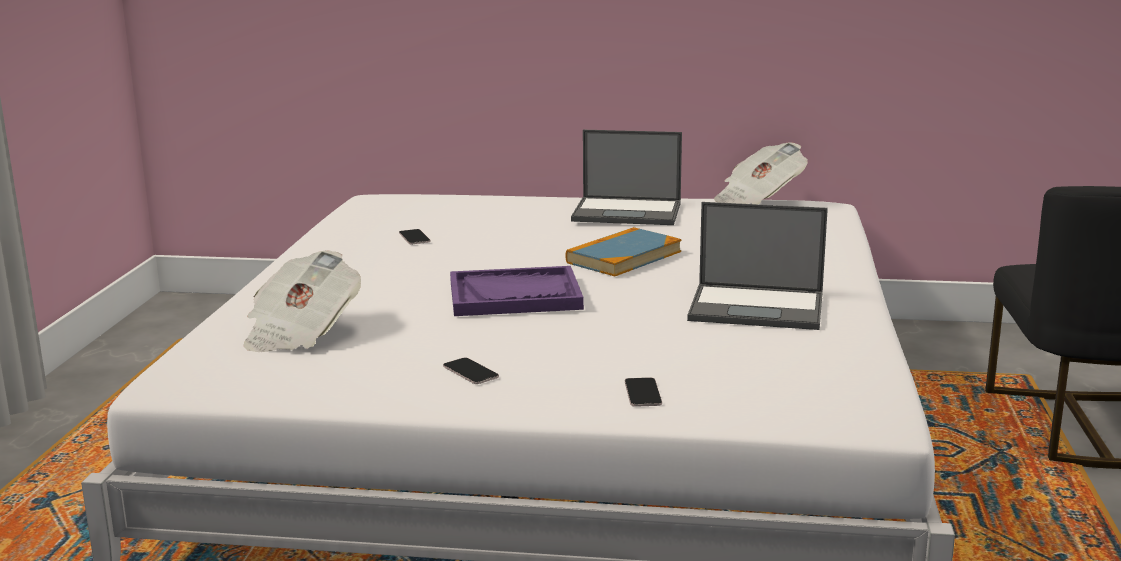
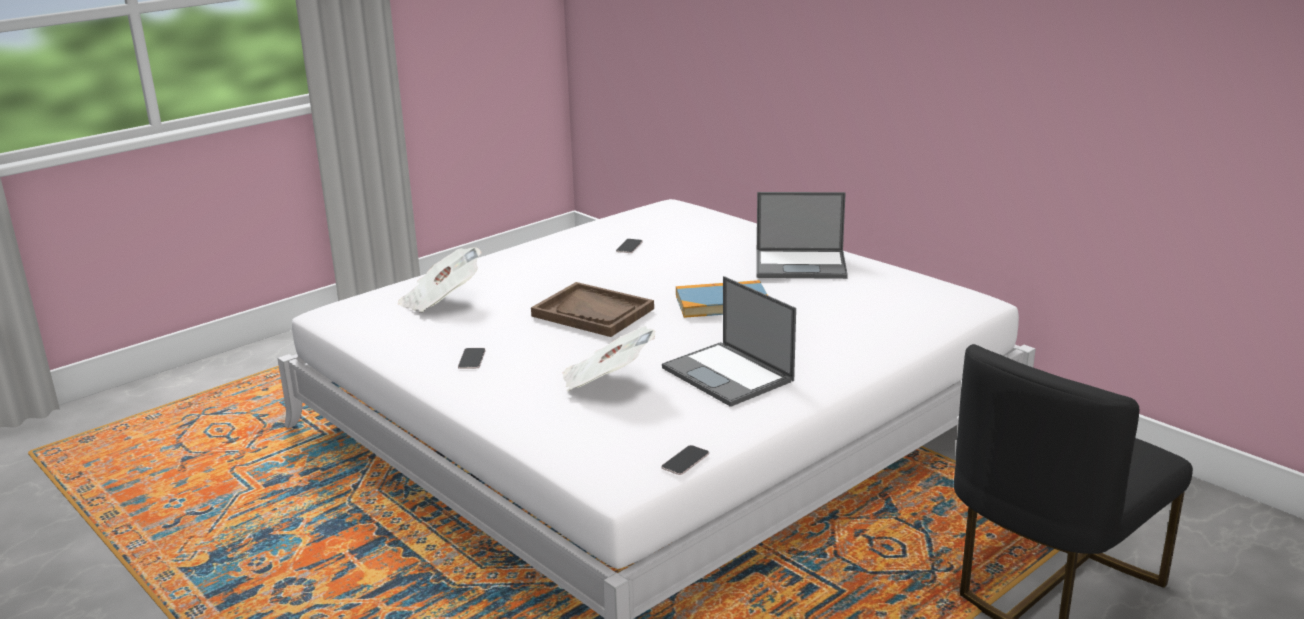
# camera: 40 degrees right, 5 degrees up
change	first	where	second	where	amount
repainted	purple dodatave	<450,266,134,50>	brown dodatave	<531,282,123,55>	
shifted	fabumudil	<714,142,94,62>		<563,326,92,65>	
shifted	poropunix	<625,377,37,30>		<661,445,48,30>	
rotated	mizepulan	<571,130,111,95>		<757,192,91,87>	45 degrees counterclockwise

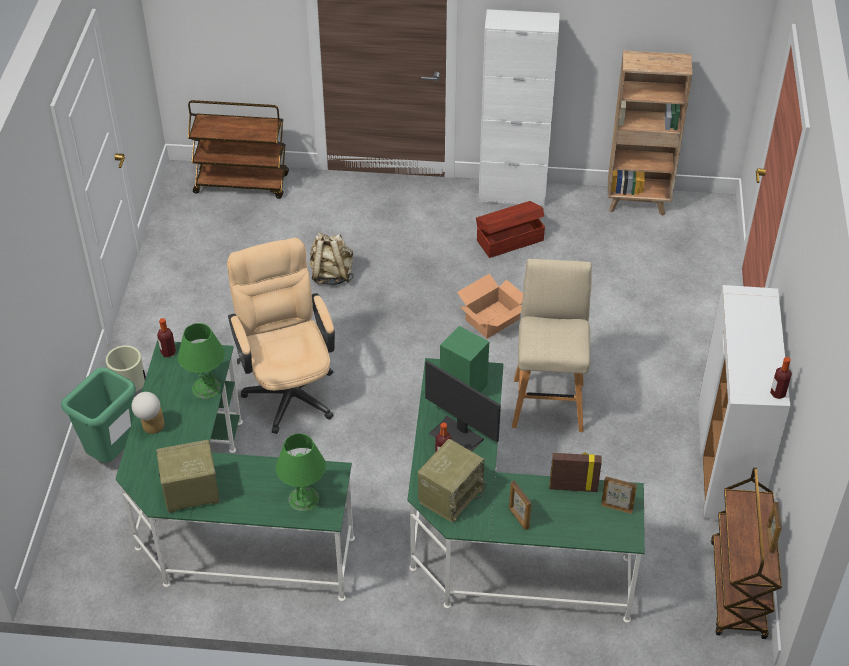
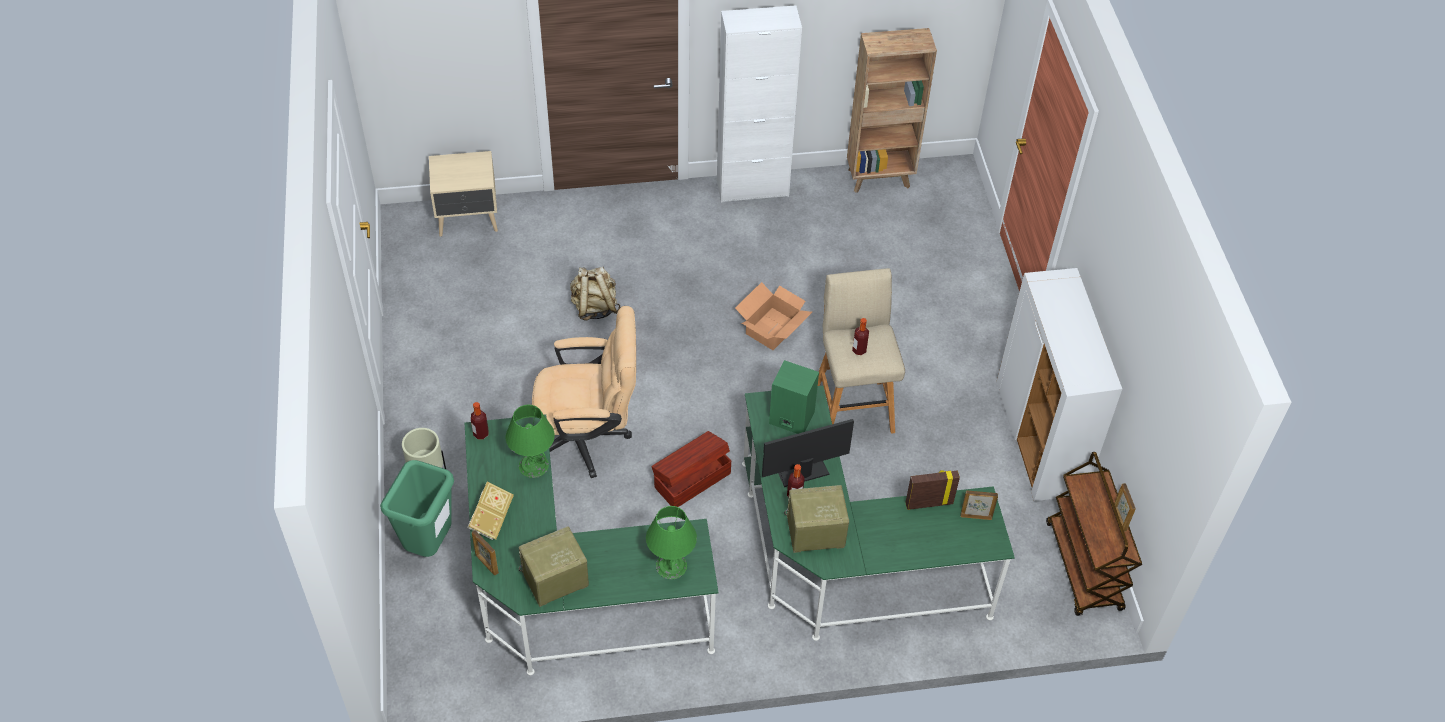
# camera: 15 degrees left, 5 degrees up
change	first	where	second	where	amount
swapped	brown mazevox	<188,100,101,99>	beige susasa	<429,151,69,86>	
swapped	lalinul	<132,392,33,42>	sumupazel	<467,482,47,58>	
shifted	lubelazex	<509,480,22,50>		<472,530,27,45>	
rotated	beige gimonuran	<227,238,108,196>		<532,306,104,172>	120 degrees clockwise
shifted	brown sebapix	<476,201,69,57>		<651,431,80,76>	
rotated	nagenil	<425,361,76,90>		<762,419,92,68>	135 degrees clockwise
rotated	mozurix	<418,439,68,84>		<784,485,65,68>	120 degrees counterclockwise
shifted	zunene	<770,357,22,42>		<852,318,17,37>	

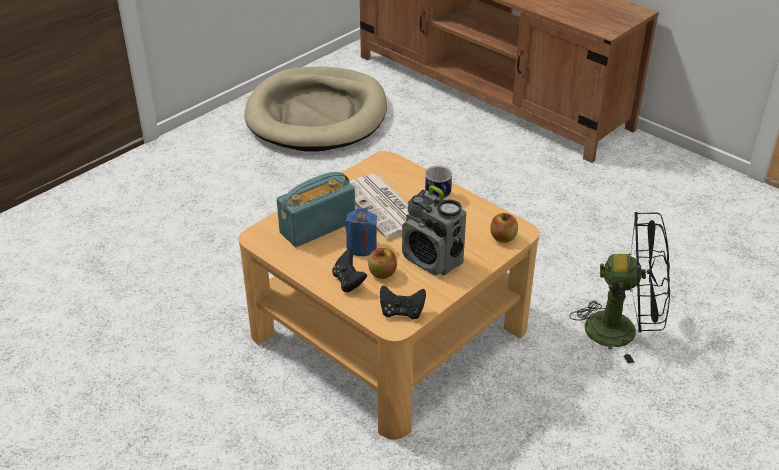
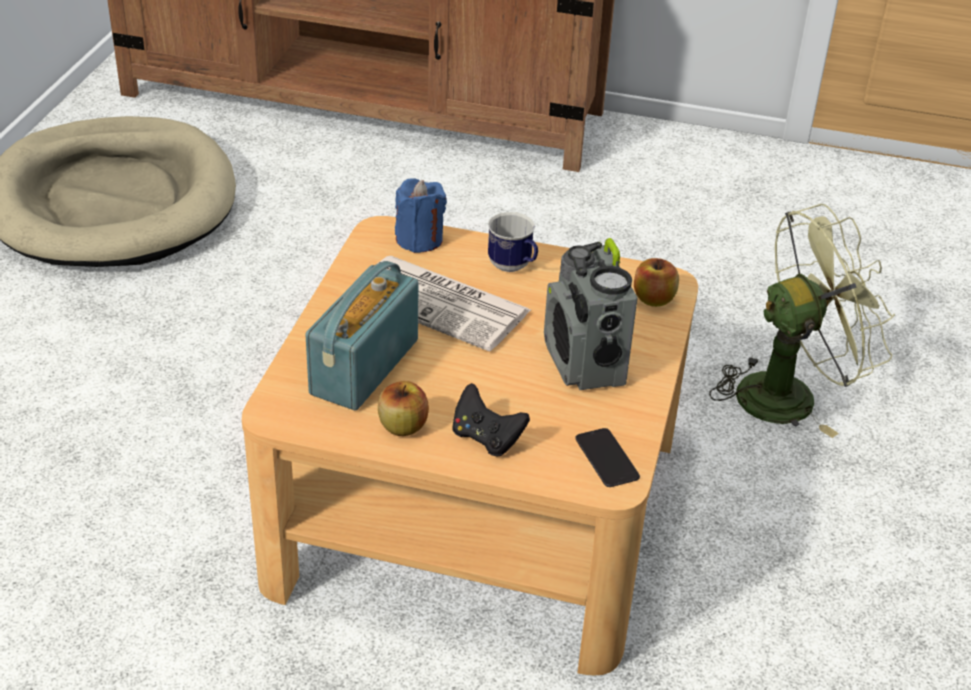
# camera: 30 degrees left, 0 degrees up
change	first	where	second	where	amount
shifted	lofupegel	<368,248,29,31>		<378,381,51,55>	
shifted	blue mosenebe	<345,208,32,48>		<395,178,52,75>	
rotated	mozurix	<402,185,64,91>		<544,238,94,152>	60 degrees clockwise
swapped	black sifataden	<380,285,46,34>	poropunix	<575,428,65,59>	
repainted	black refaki	<570,212,100,152>	green refaki	<709,204,186,234>	

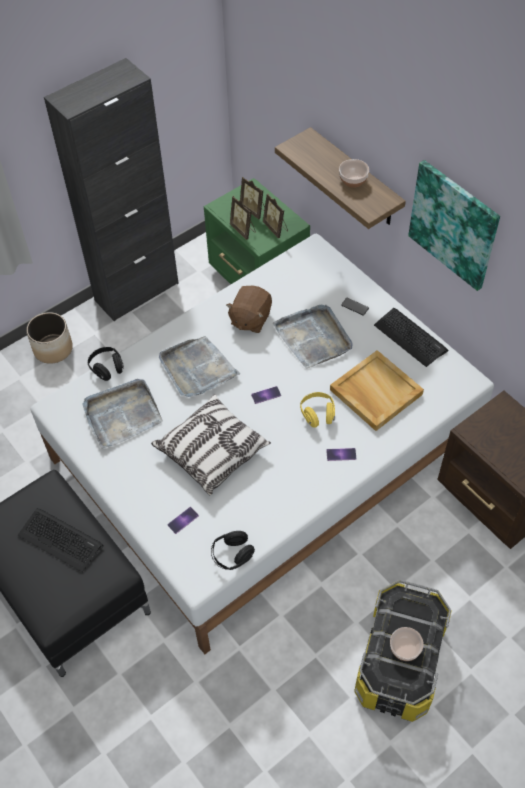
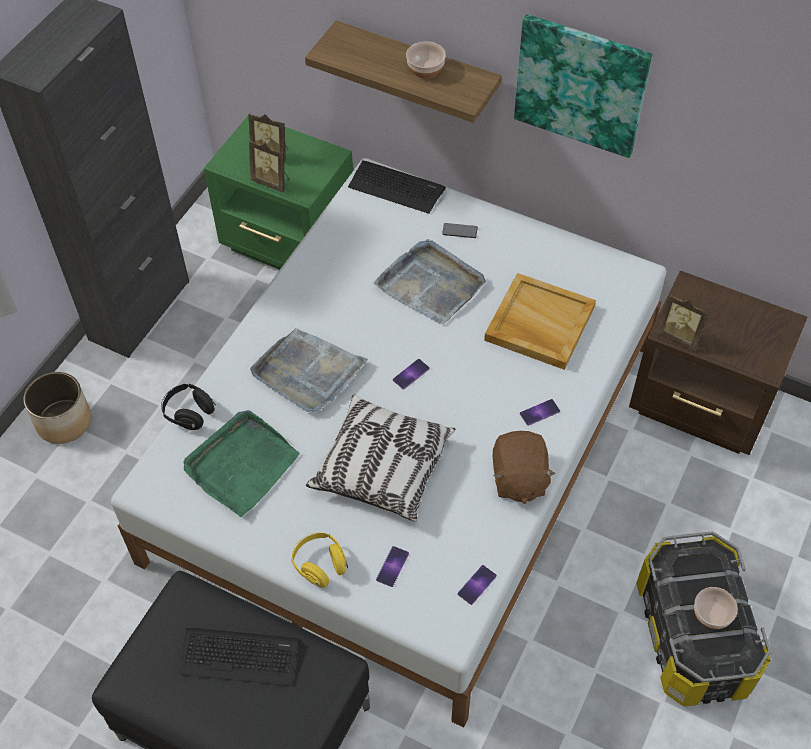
# camera: 25 degrees left, 0 degrees up
change	first	where	second	where	amount
repainted	grey dodatave	<82,379,81,70>	green dodatave	<184,410,116,107>	
shifted	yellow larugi	<300,392,35,35>		<292,533,56,55>	
shifted	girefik	<374,308,74,59>		<348,160,98,54>	
swapped	black larugi	<211,531,44,39>	poropunix	<457,565,40,40>	
shifted	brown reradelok	<226,285,46,48>		<493,431,62,73>	
shifted	lubelazex	<263,193,25,45>		<656,294,54,57>	

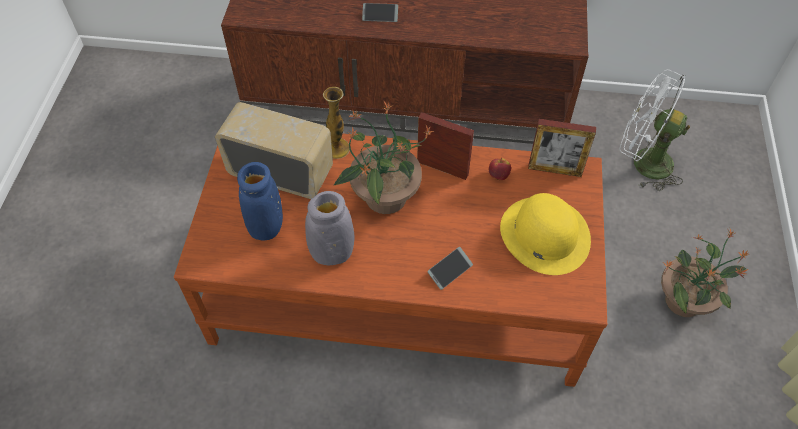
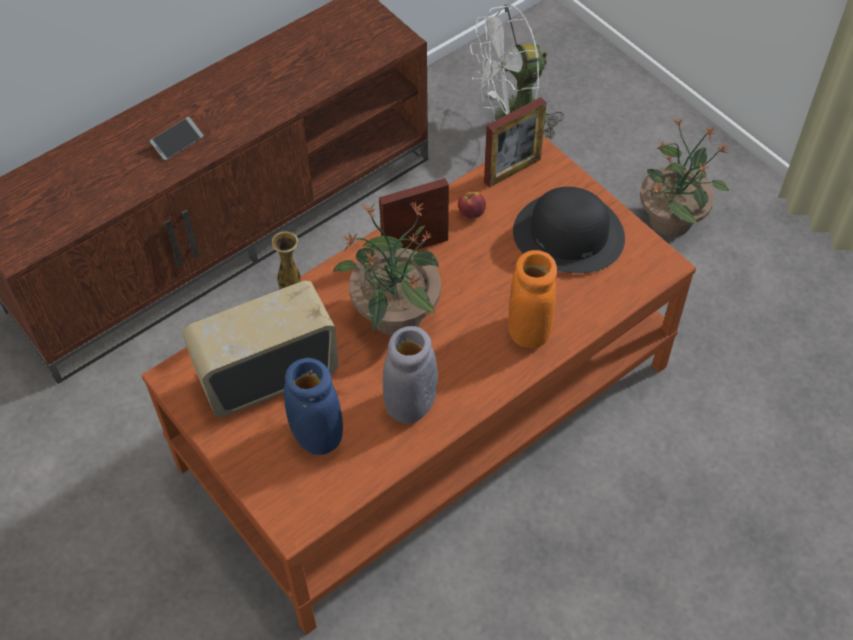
# camera: 45 degrees left, 0 degrees up
change	first	where	second	where	amount
swapped	poropunix	<427,247,46,43>	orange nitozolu	<508,250,49,98>	
repainted	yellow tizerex	<500,193,91,82>	black tizerex	<513,187,112,86>	

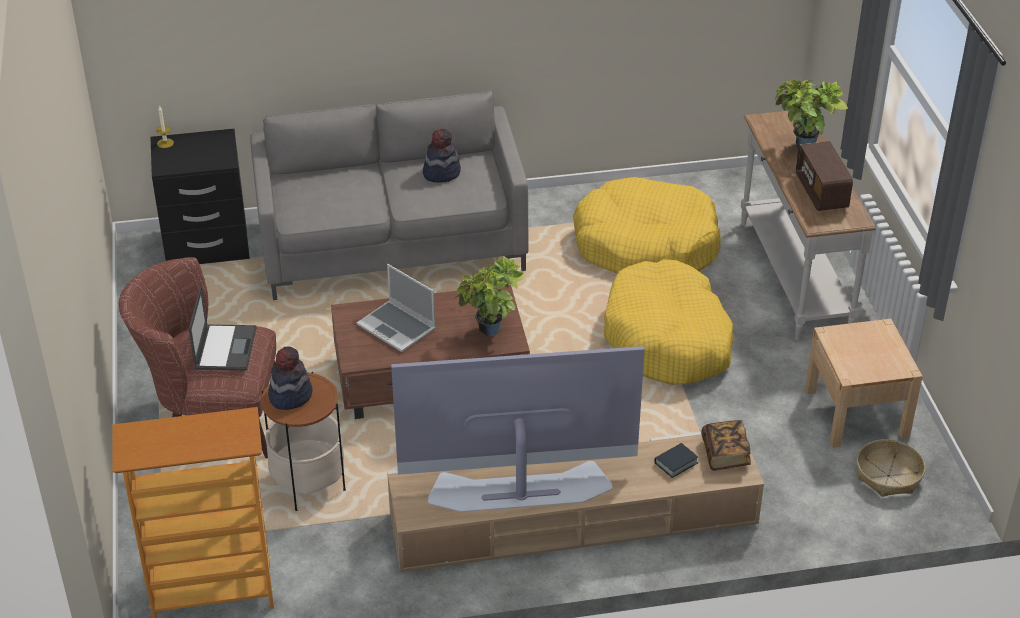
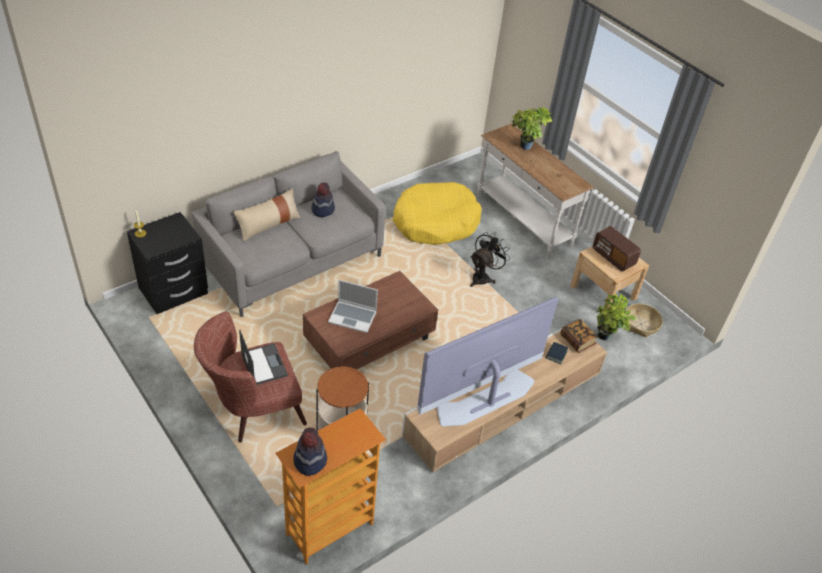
# camera: 30 degrees left, 5 degrees up
change	first	where	second	where	amount
new			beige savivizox	<233,188,68,53>	
shifted	tizerex	<268,347,45,63>		<293,427,34,49>	
swapped	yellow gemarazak	<604,259,130,126>	black refaki	<470,232,40,55>	
shifted	mozurix	<796,141,57,70>		<593,226,48,45>	
shifted	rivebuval	<455,256,70,81>		<597,293,40,47>	

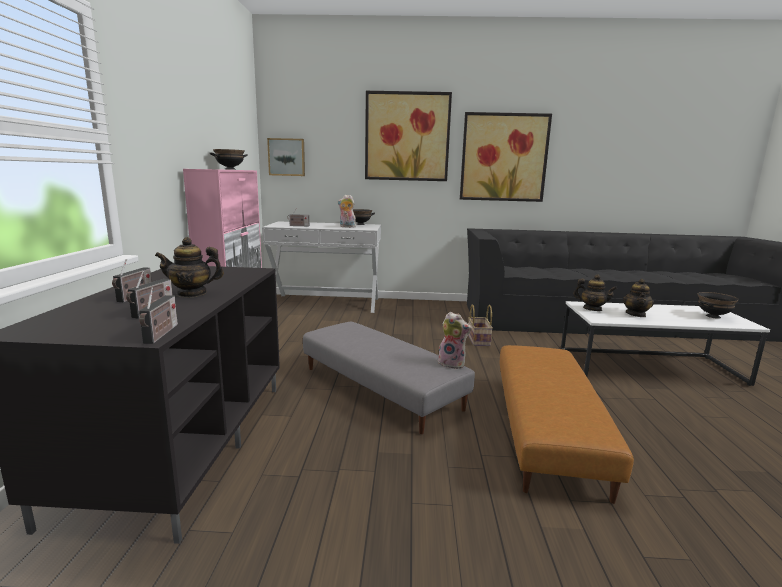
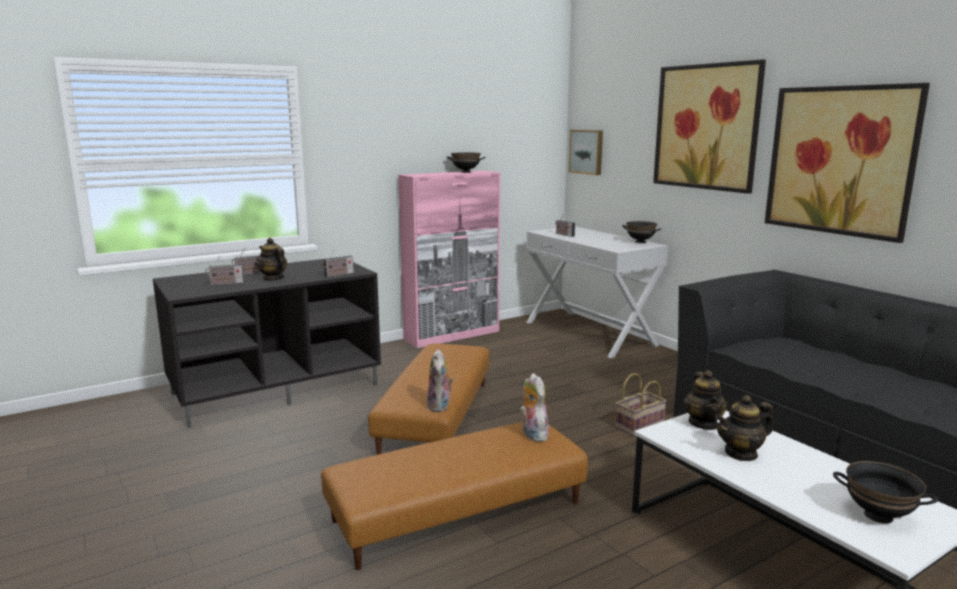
# camera: 55 degrees right, 0 degrees up
change	first	where	second	where	amount
shifted	mozurix	<139,287,39,57>		<322,249,32,28>	
repainted	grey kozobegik	<303,322,172,112>	brown kozobegik	<368,344,122,111>	
shifted	reradelok	<337,195,19,33>		<520,373,29,69>	

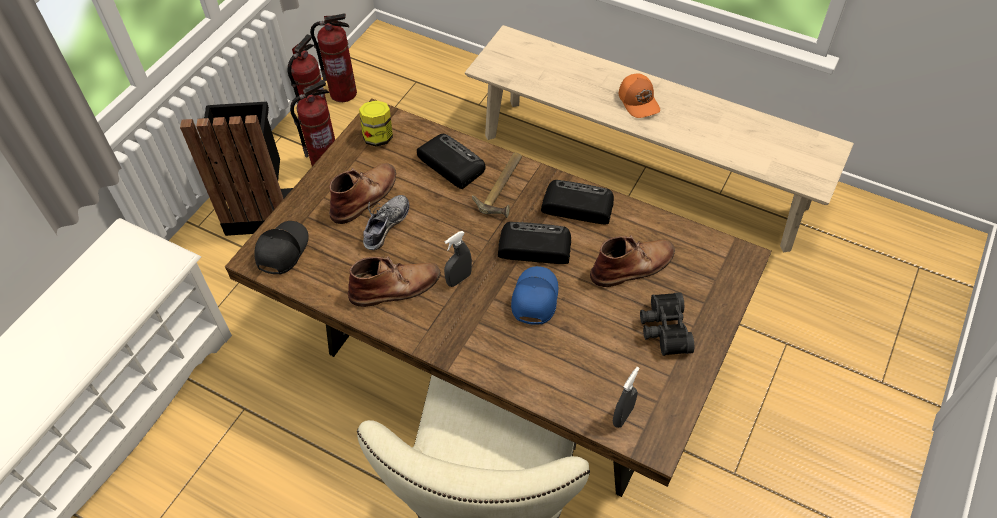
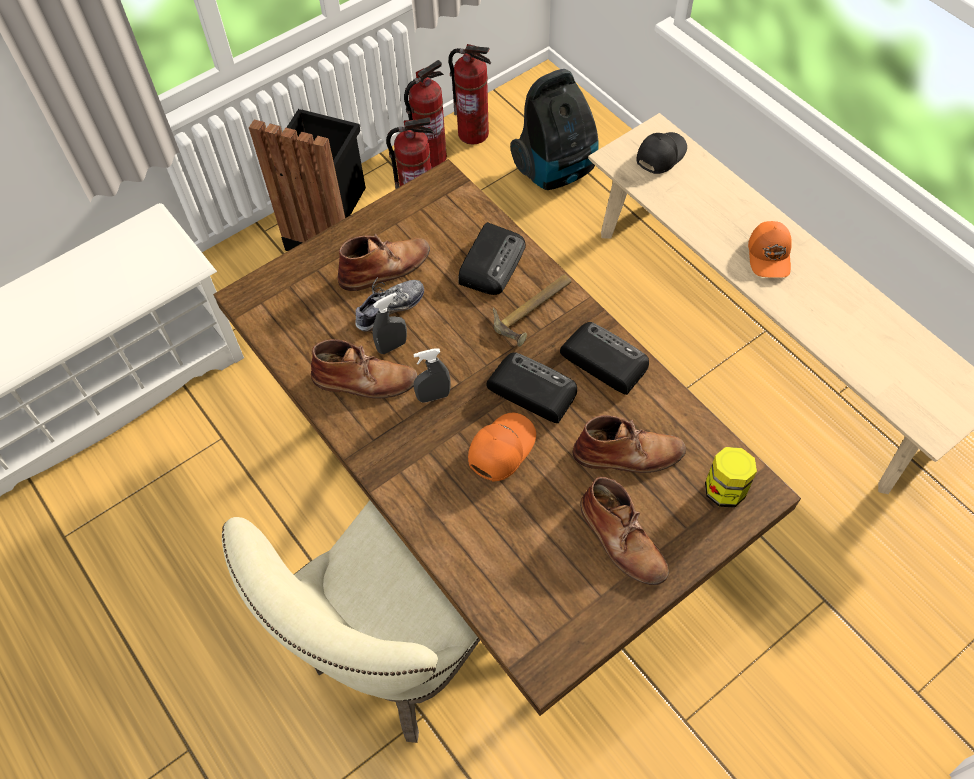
# camera: 25 degrees right, 5 degrees up
change	first	where	second	where	amount
shifted	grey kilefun	<613,367,27,61>		<373,292,34,62>	
rotated	mozurix	<417,134,69,55>		<458,222,68,73>	45 degrees clockwise
repainted	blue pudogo	<511,266,47,59>	orange pudogo	<468,413,68,68>	
new			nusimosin	<510,69,89,121>	
swapped	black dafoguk	<640,292,54,64>	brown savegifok	<580,477,89,108>	
shifted	black pudogo	<254,221,55,54>		<636,132,51,42>	
shifted	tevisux	<359,100,34,46>		<705,447,52,61>	

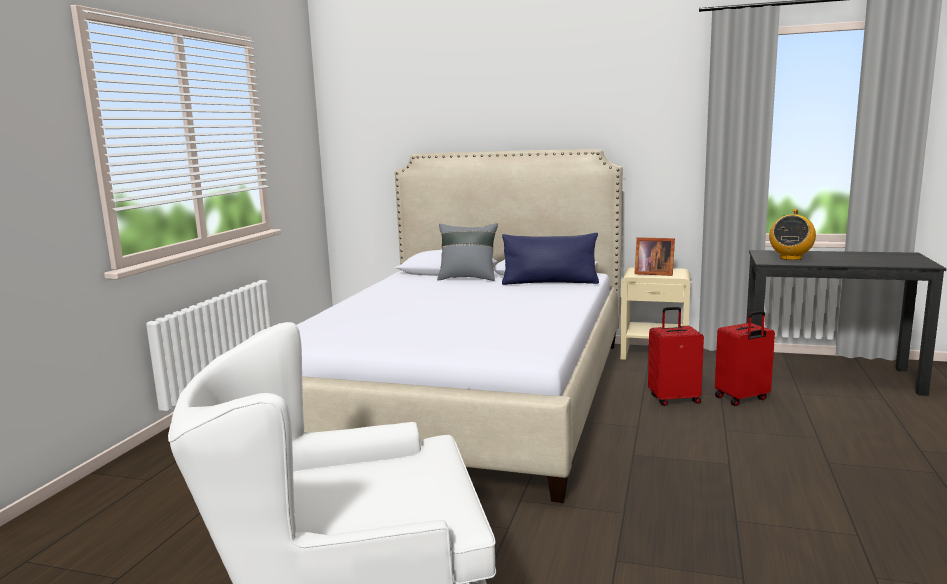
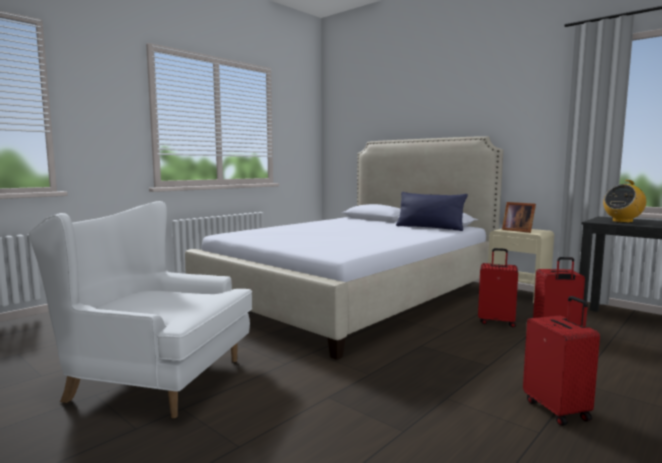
# camera: 25 degrees right, 5 degrees down
change	first	where	second	where	amount
new			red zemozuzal	<523,296,77,130>	
gone	grey savivizox	<437,223,61,58>			

